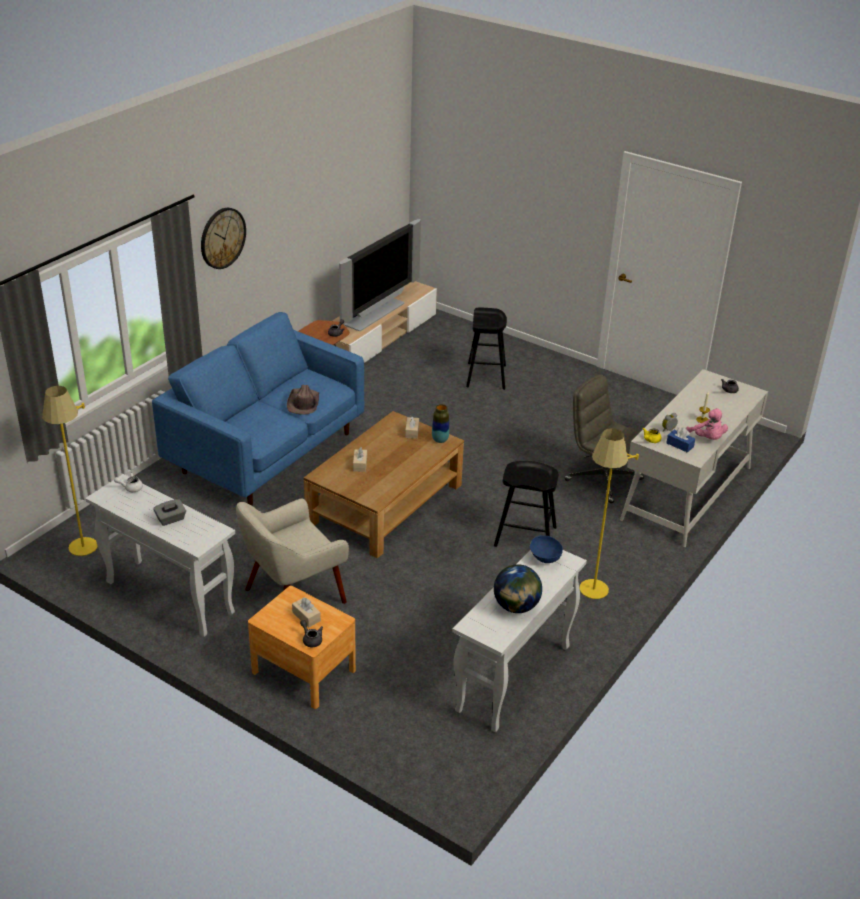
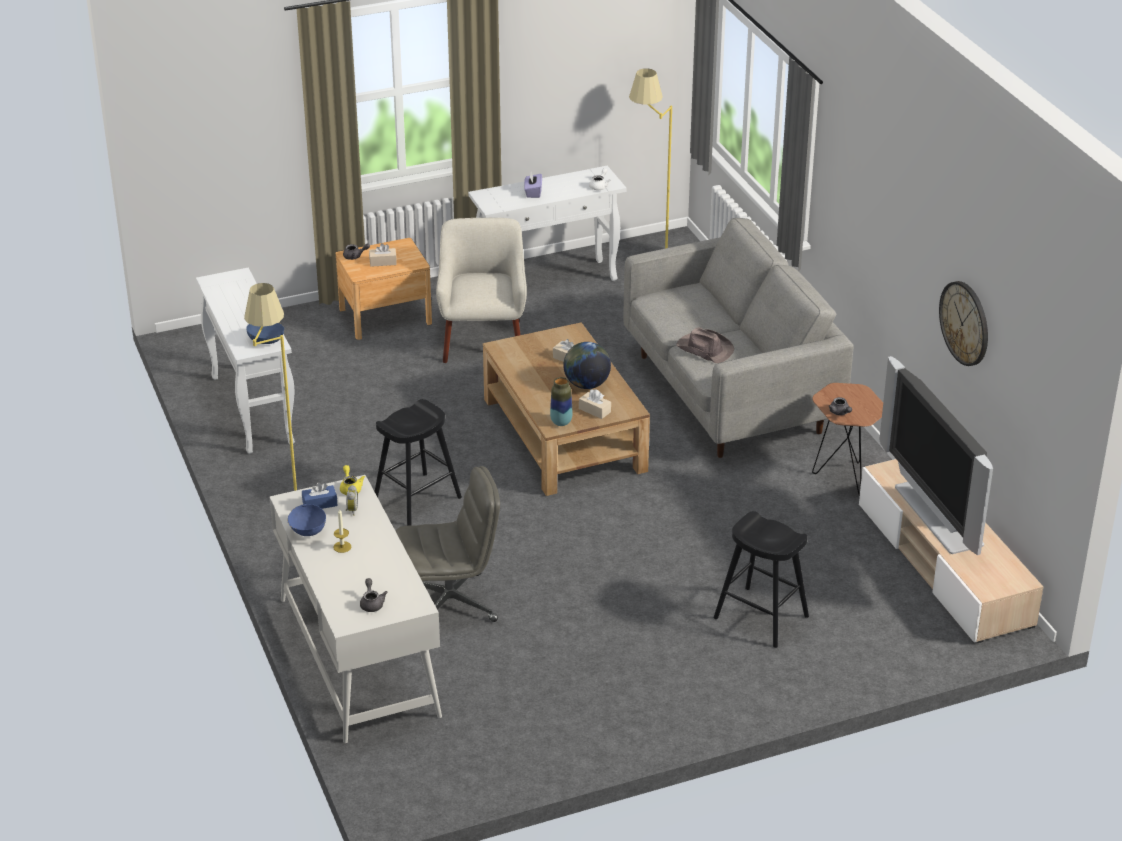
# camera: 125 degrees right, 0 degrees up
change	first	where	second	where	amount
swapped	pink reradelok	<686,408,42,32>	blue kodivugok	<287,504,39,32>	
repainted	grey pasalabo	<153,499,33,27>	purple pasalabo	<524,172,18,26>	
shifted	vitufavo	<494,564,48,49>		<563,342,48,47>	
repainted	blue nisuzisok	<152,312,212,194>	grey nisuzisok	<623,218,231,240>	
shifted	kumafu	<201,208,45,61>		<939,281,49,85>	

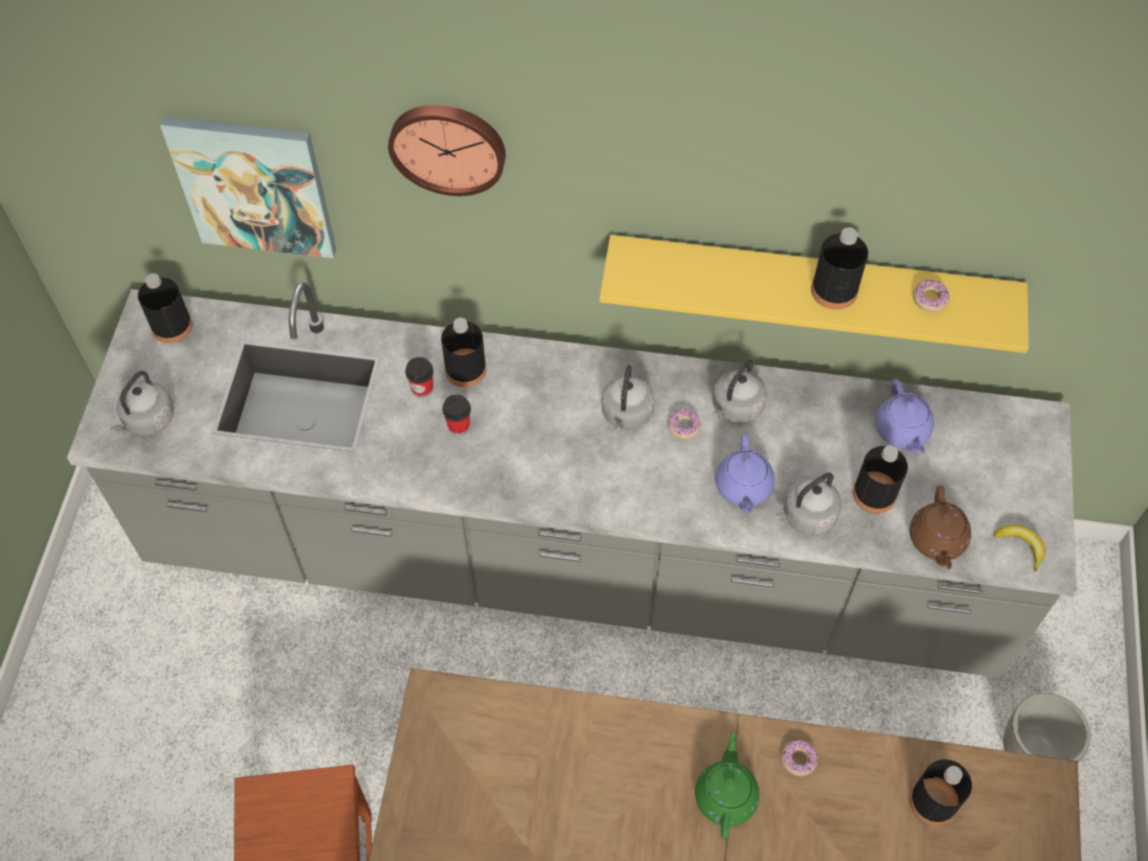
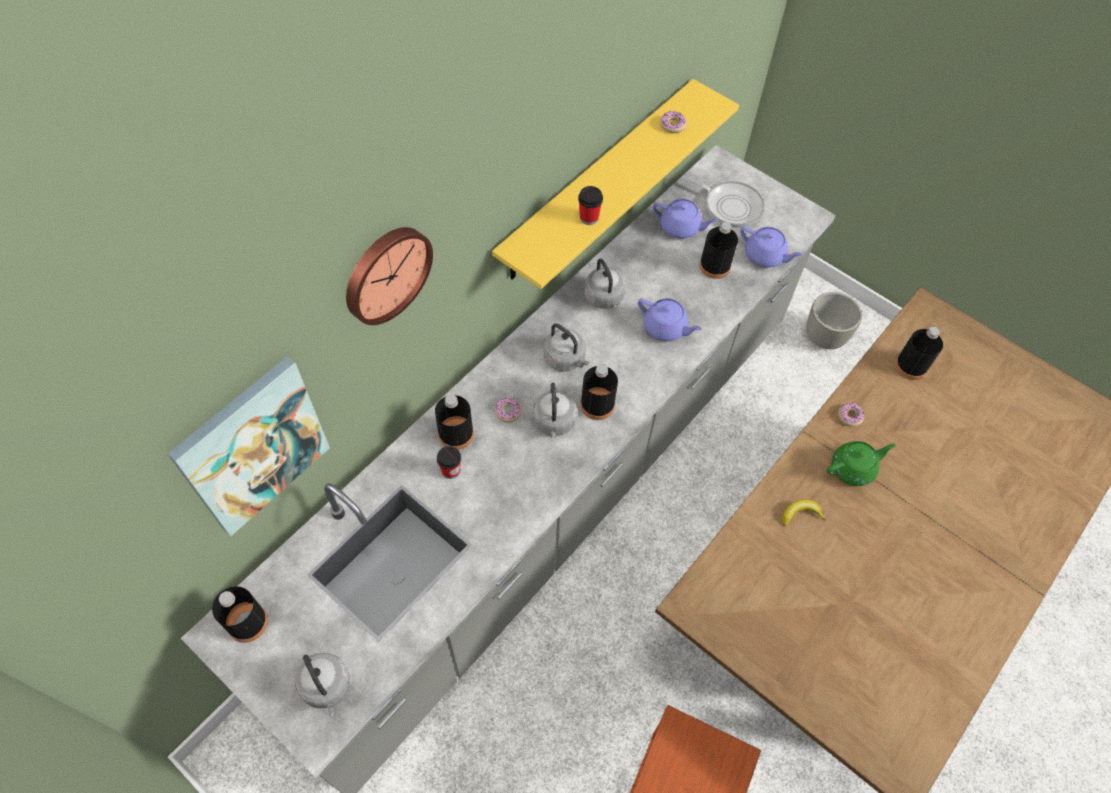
# camera: 60 degrees left, 0 degrees up
change	first	where	second	where	amount
shifted	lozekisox	<668,409,33,31>		<495,398,27,25>	
shifted	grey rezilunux	<776,472,65,63>		<533,383,44,55>	
shifted	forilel	<442,395,29,40>		<578,186,25,39>	
shifted	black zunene	<811,227,57,83>		<580,364,38,56>	
new			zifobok	<682,175,82,53>	
repainted	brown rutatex	<910,485,61,84>	purple rutatex	<740,227,63,40>	
shifted	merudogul	<994,524,52,48>		<782,499,44,27>	
rotated	green rutatex	<695,732,65,106>		<827,441,69,45>	120 degrees clockwise

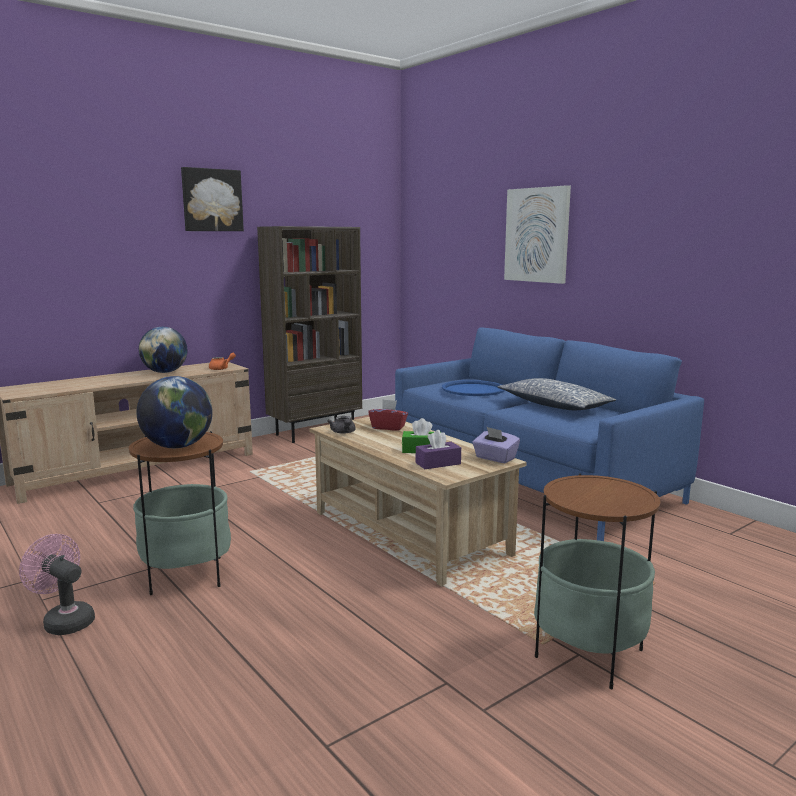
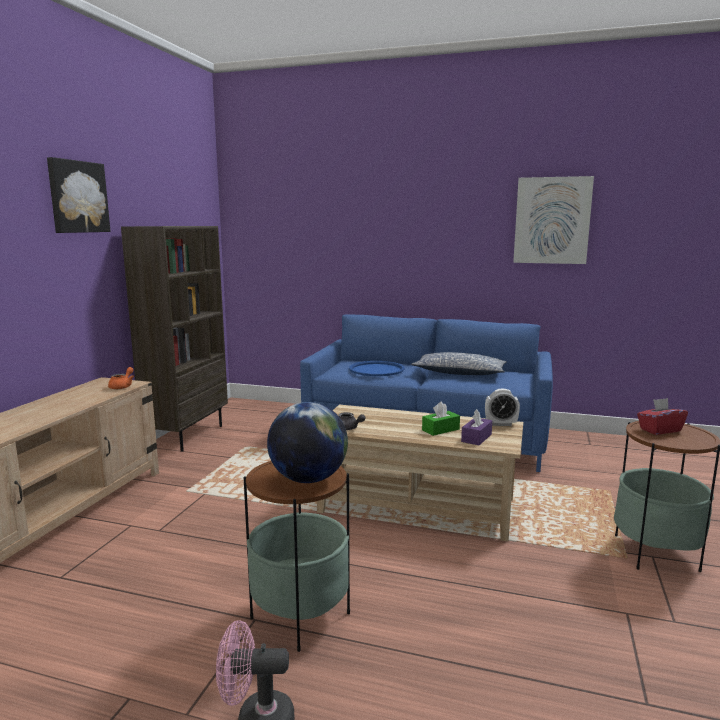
# camera: 35 degrees left, 0 degrees up
change	first	where	second	where	amount
swapped	purple pasalabo	<472,427,48,36>	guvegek	<485,389,35,37>	
shifted	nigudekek	<504,185,67,99>		<513,176,81,88>	
shifted	red pasalabo	<368,399,40,32>		<637,398,51,37>	
gone	vitufavo	<139,327,48,46>			

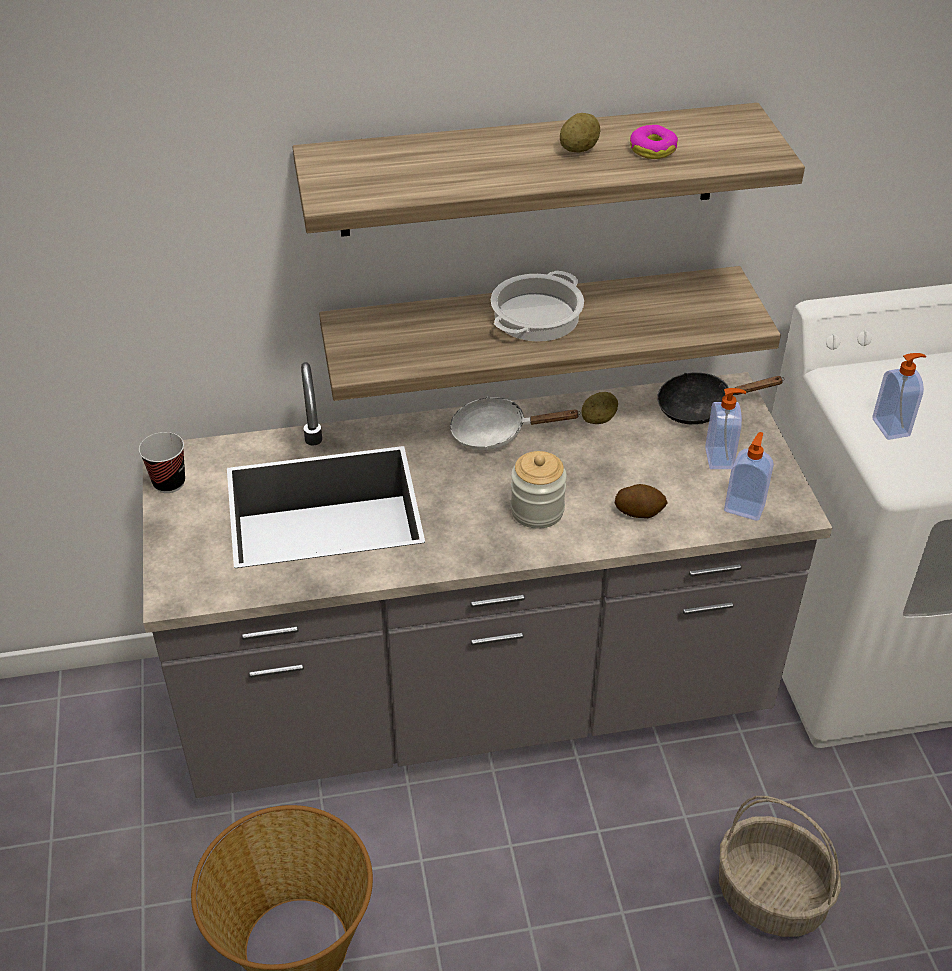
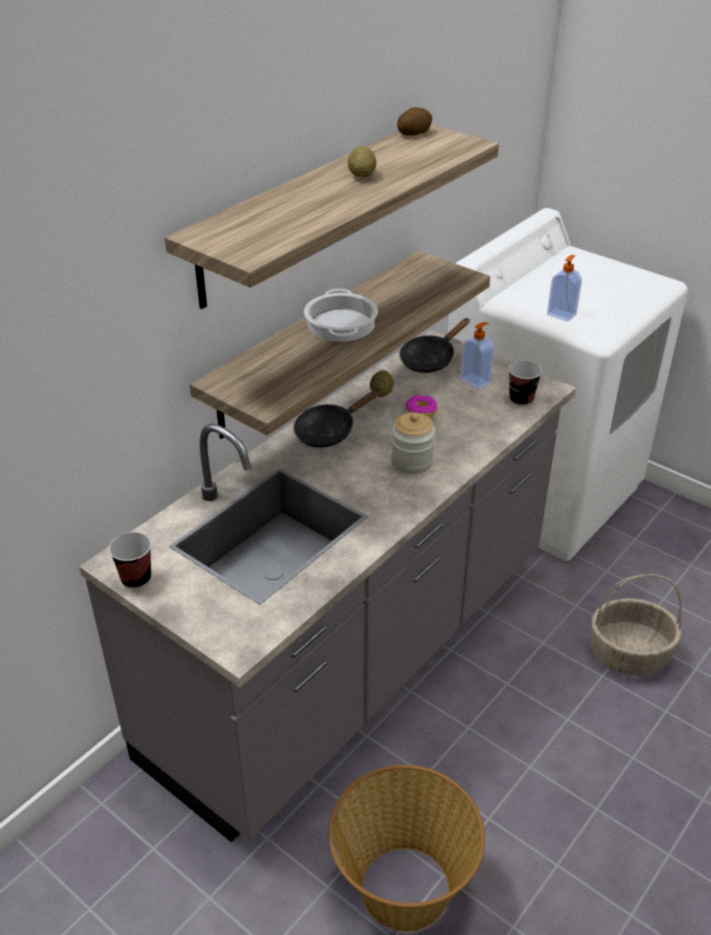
# camera: 40 degrees left, 5 degrees down
change	first	where	second	where	amount
repainted	white zifobok	<450,397,131,53>	black zifobok	<293,388,89,60>	
shifted	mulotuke	<615,484,53,34>		<397,107,35,29>	
shifted	lozekisox	<630,125,48,34>		<406,395,31,23>	
swapped	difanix	<724,432,50,89>	forilel	<509,361,33,45>	

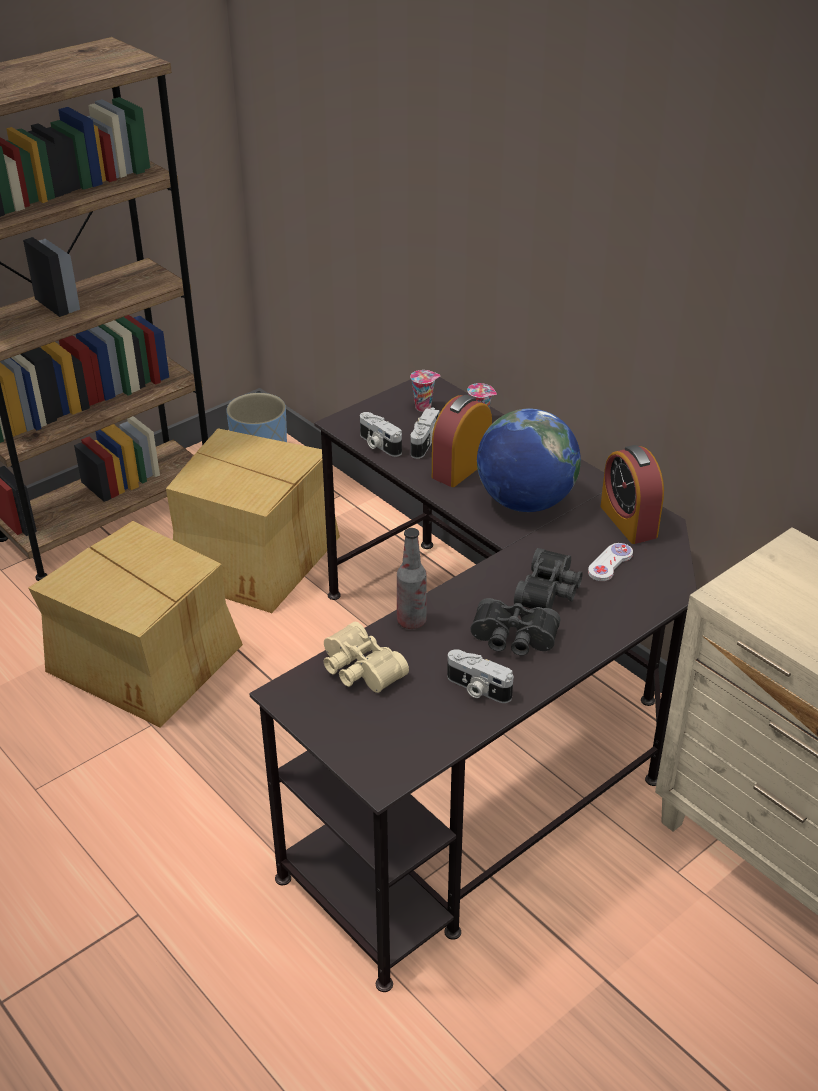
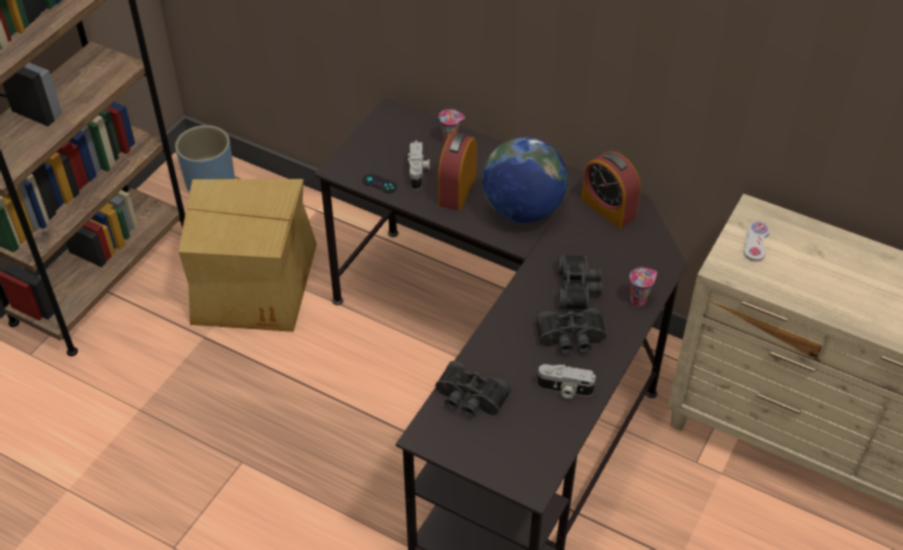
# camera: 20 degrees left, 10 degrees up
change	first	where	second	where	amount
swapped	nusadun	<360,412,42,45>	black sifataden	<362,174,35,19>	
repainted	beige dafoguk	<323,622,86,71>	black dafoguk	<435,361,76,56>	
shifted	forilel	<410,370,30,42>		<630,268,27,38>	
shifted	white sifataden	<588,543,45,38>		<744,222,26,40>	
gone	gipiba	<28,521,215,206>			
gone	zunene	<397,528,29,101>			

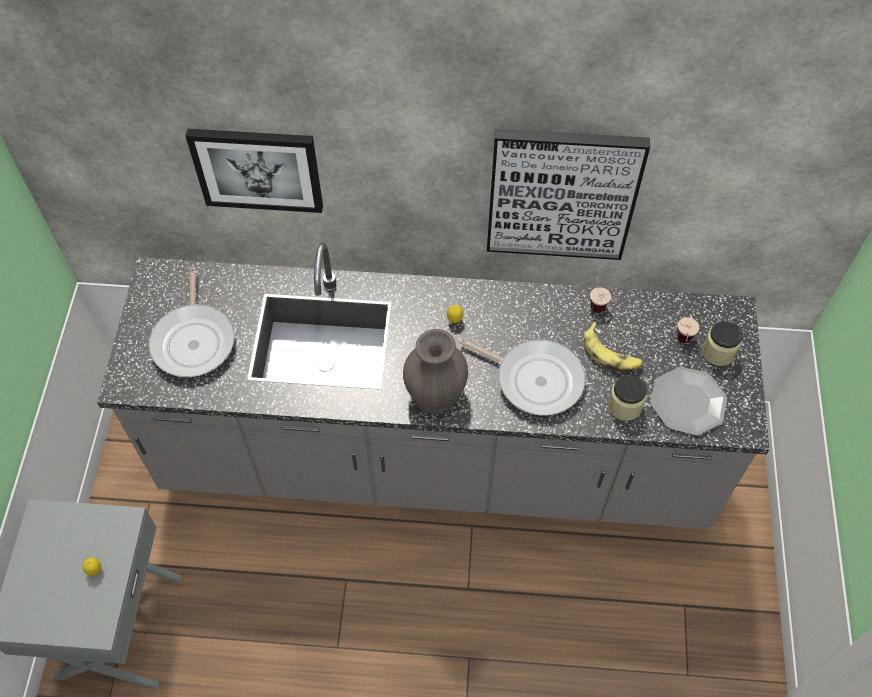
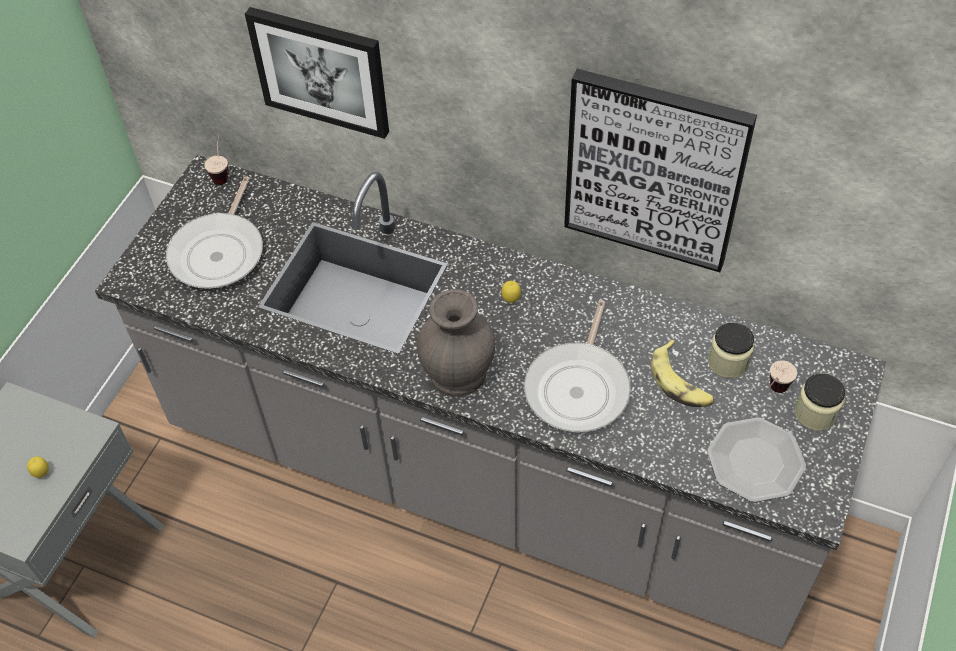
# camera: 20 degrees right, 5 degrees down
change	first	where	second	where	amount
shifted	forilel	<590,265,21,48>		<204,131,24,54>	
rotated	zifobok	<459,339,127,76>		<524,300,107,132>	60 degrees clockwise
shifted	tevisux	<608,375,39,46>		<708,322,46,56>	

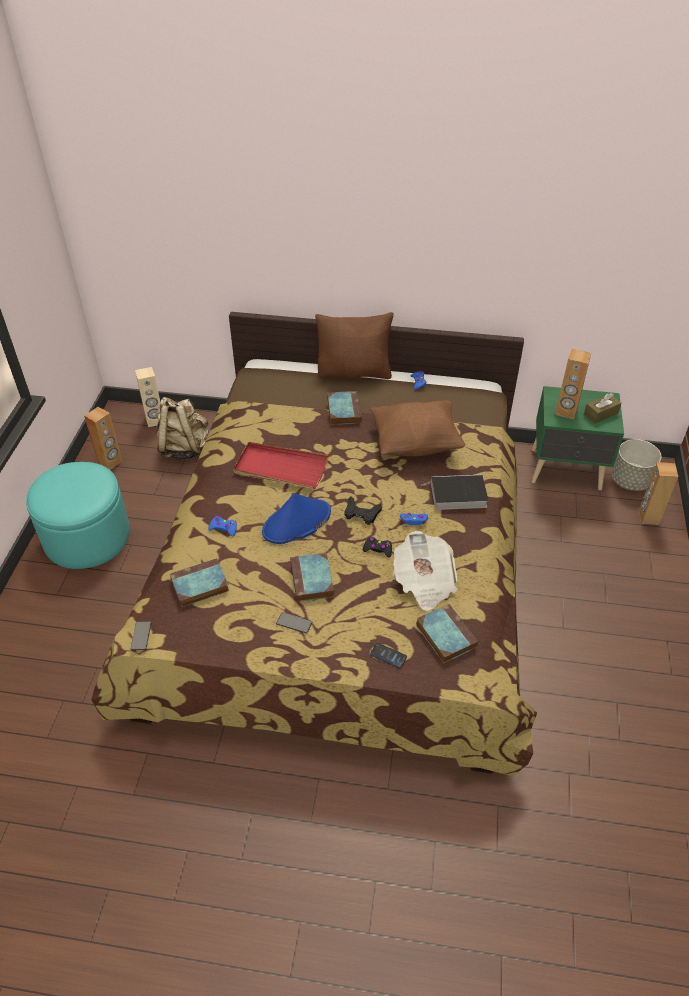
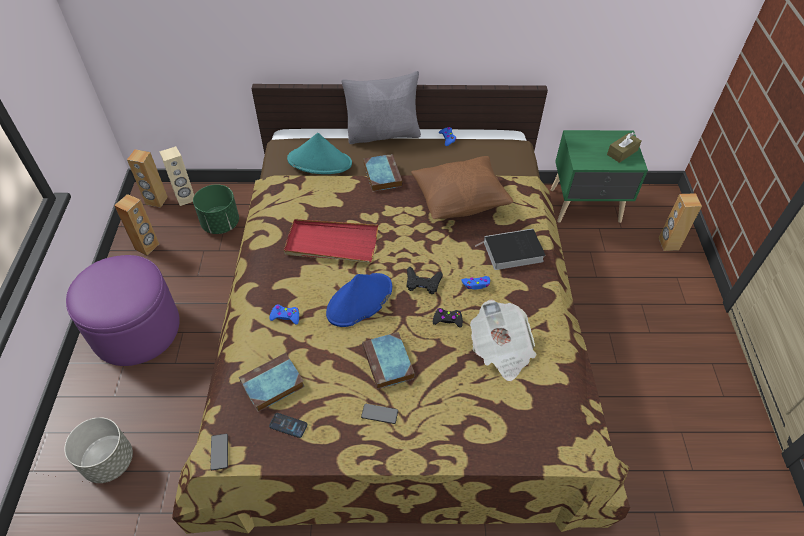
# camera: 10 degrees left, 5 degrees up
change	first	where	second	where	amount
shifted	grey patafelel	<611,439,51,52>		<64,417,69,66>	
repainted	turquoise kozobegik	<26,462,104,107>	purple kozobegik	<66,255,114,111>	
shifted	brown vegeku	<555,349,36,70>		<127,149,41,59>	
swapped	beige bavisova	<156,397,53,62>	green patafelel	<193,184,46,50>	
shifted	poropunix	<370,643,37,25>		<269,413,38,25>	
new			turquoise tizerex	<287,133,65,41>	
repainted	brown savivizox	<315,312,79,67>	grey savivizox	<342,71,79,73>	
gone	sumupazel	<416,604,62,59>			

